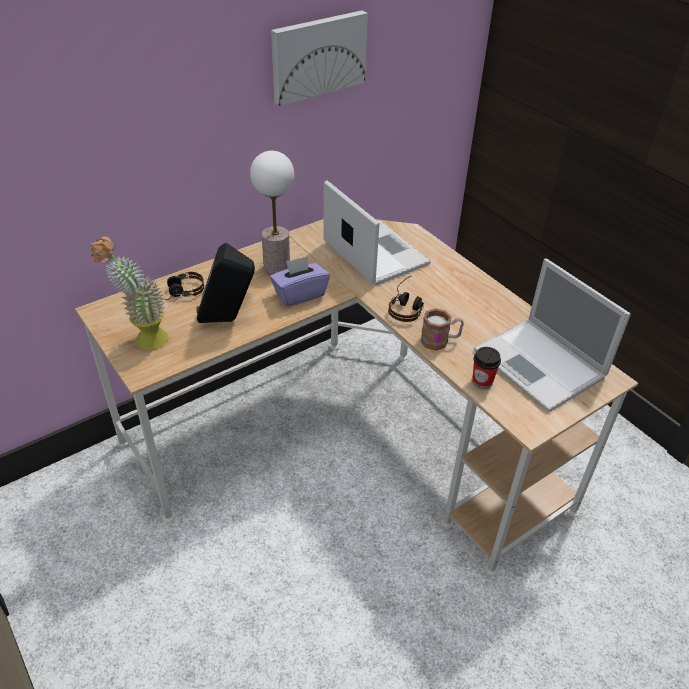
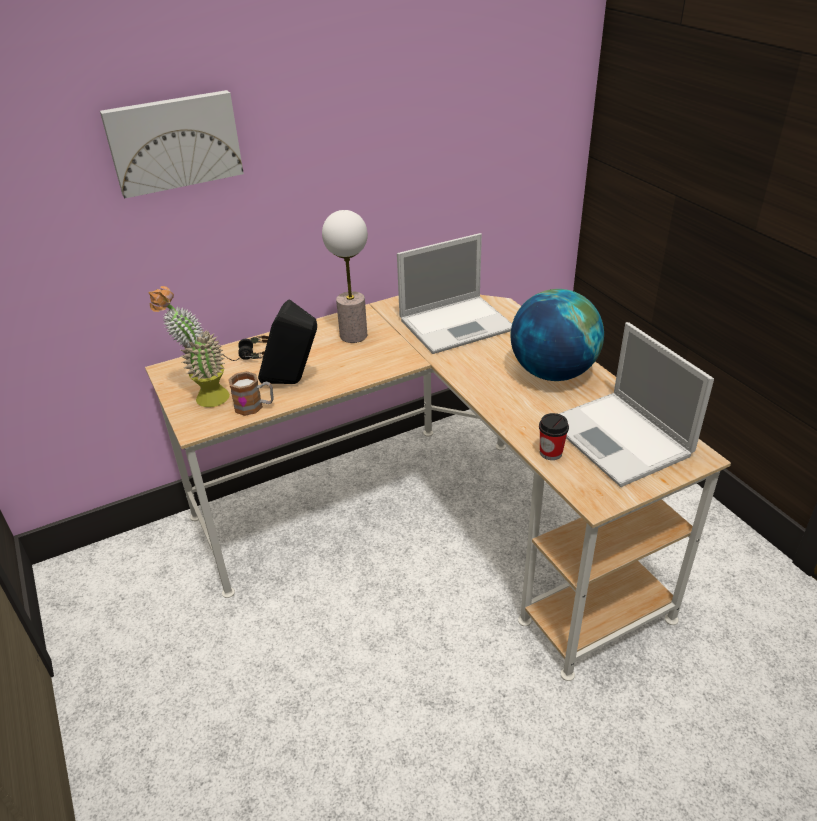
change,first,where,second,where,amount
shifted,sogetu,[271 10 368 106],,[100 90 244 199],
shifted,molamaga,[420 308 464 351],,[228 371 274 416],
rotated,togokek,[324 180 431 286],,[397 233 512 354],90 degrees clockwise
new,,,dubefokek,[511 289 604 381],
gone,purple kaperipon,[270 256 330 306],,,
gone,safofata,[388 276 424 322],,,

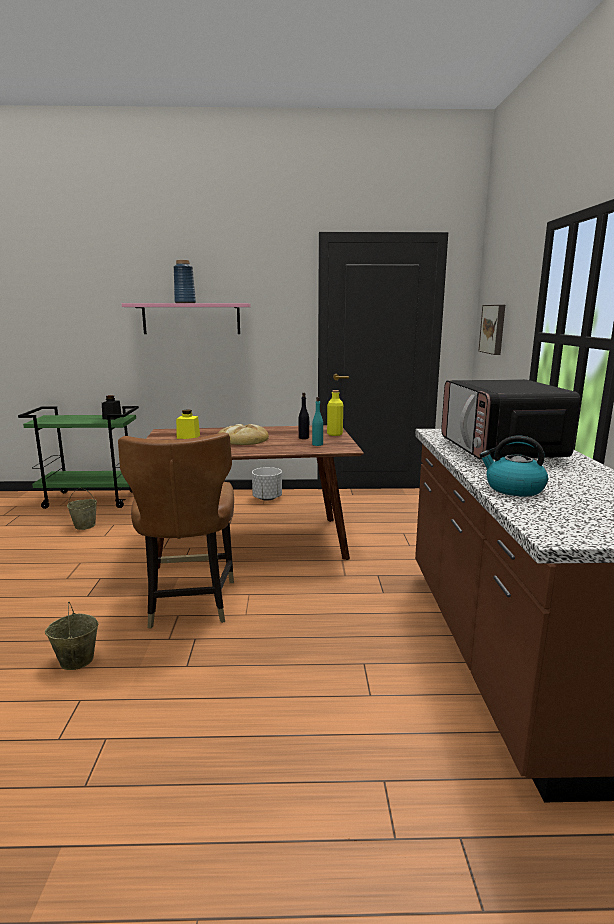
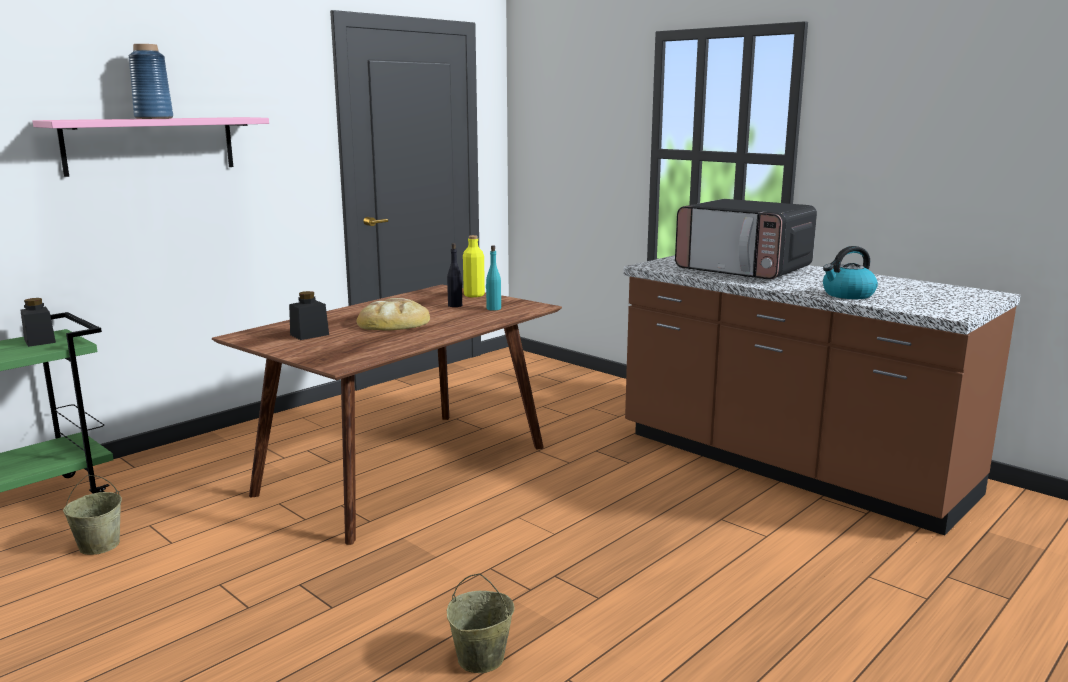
change,first,where,second,where,amount
repainted,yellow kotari,[176 409 200 439],black kotari,[289 291 329 340],
gone,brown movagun,[118 432 234 629],,,
gone,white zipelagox,[252 467 282 501],,,
gone,sogetu,[479 305 505 355],,,

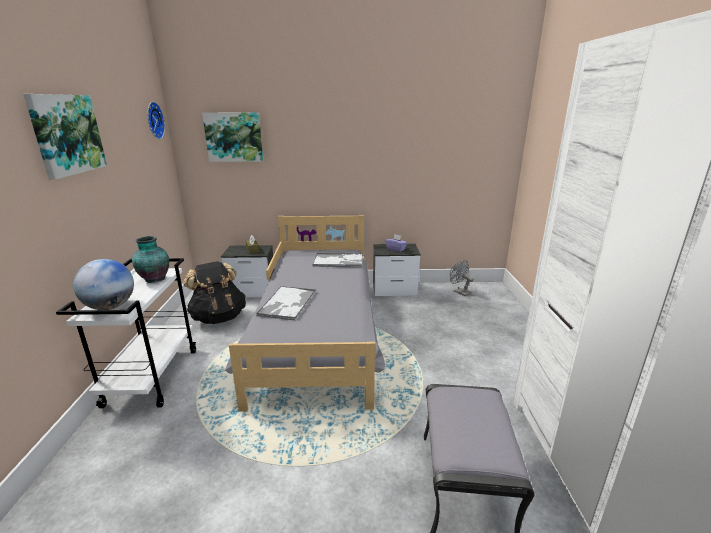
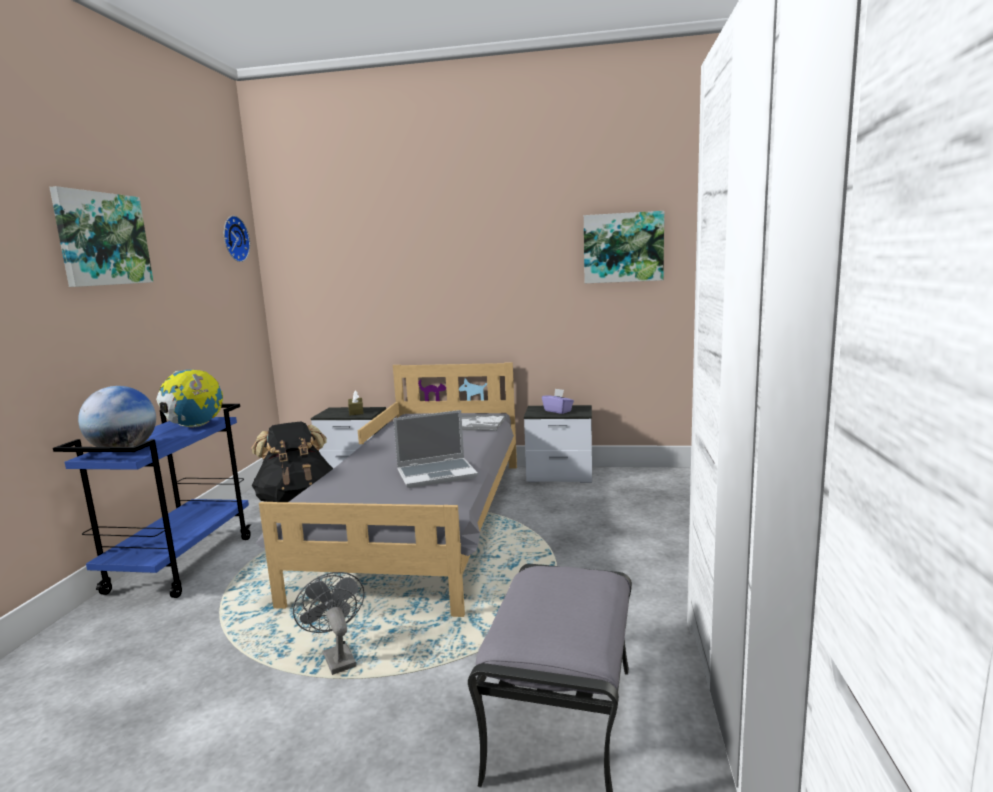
change,first,where,second,where,amount
repainted,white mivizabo,[56 258 196 408],blue mivizabo,[53 404 251 598],
swapped,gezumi,[132 236 169 283],dubefokek,[156 370 223 427],
shifted,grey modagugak,[450 260 474 296],,[293 572 364 675],
new,,,togokek,[393 410 478 488],
shifted,sogetu,[202 112 263 162],,[584 211 664 283],
gone,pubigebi,[256 286 316 321],,,

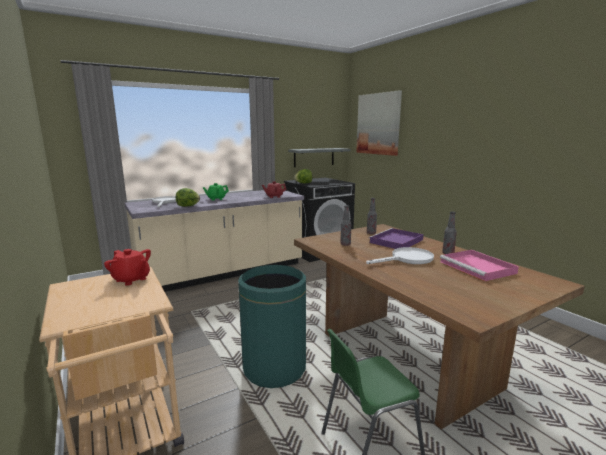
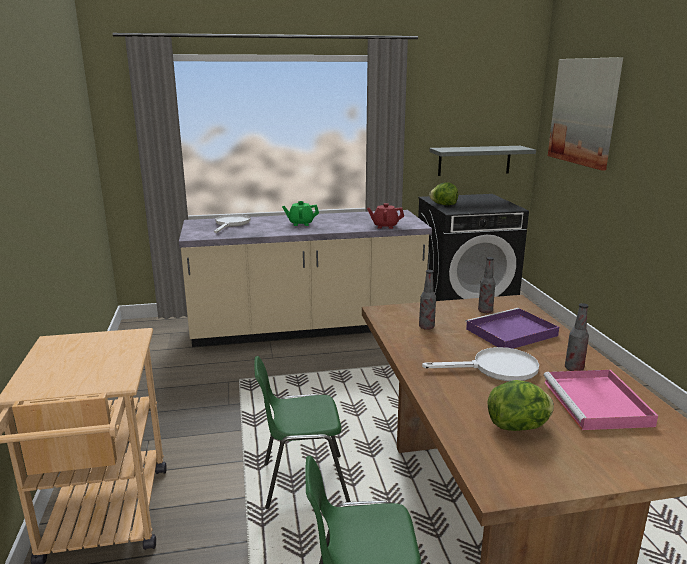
change,first,where,second,where,amount
swapped,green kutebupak,[238 265 306 388],green movagun,[254 356 351 509],
shifted,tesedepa,[176 188 200 207],,[488 380 554 431],
gone,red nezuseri,[104 249 151 286],,,

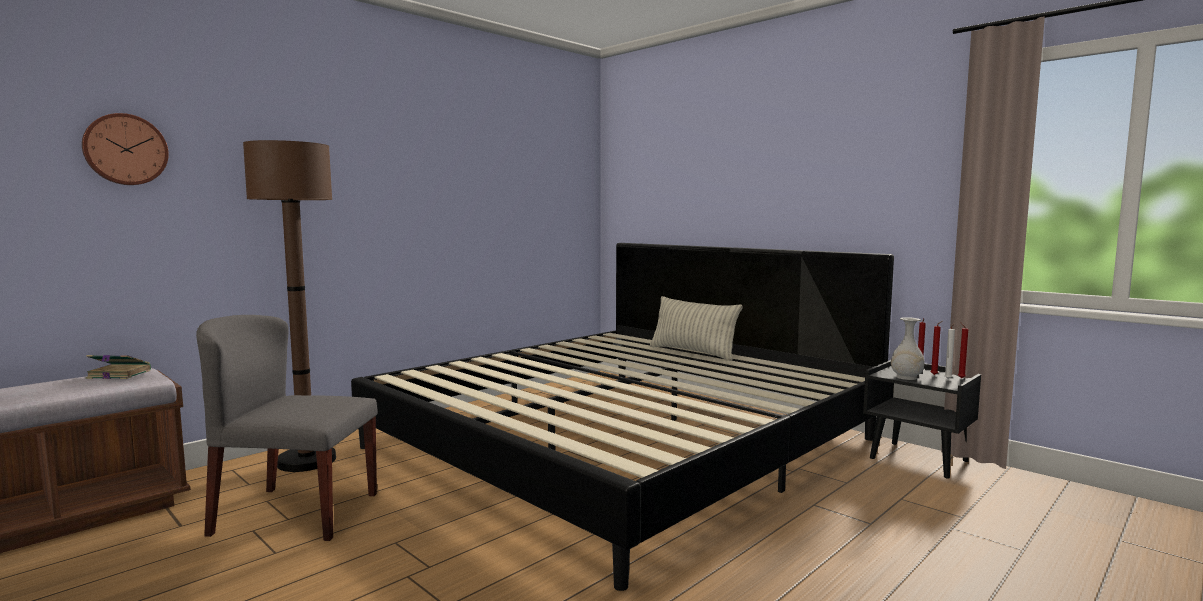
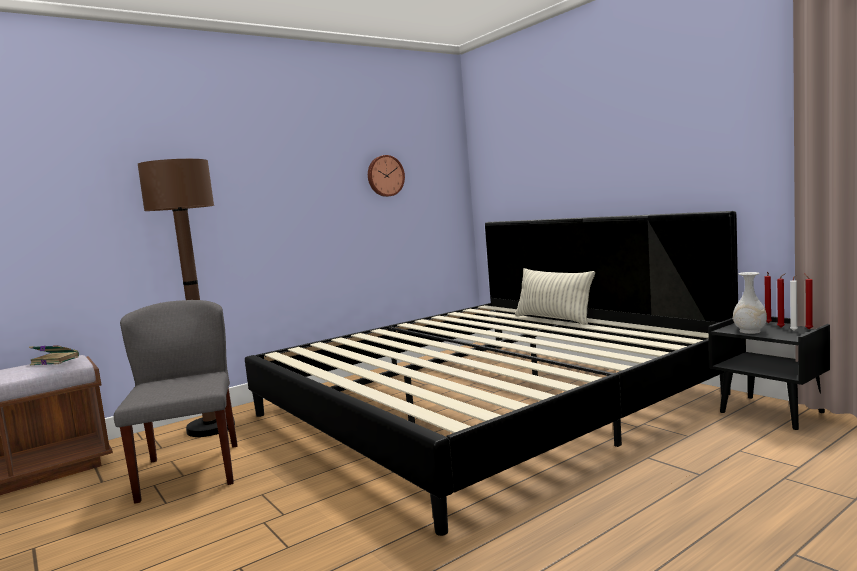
change,first,where,second,where,amount
rotated,grey movagun,[196 315 378 541],,[114 300 238 504],60 degrees clockwise
shifted,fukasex,[82 113 169 185],,[368 155 405 197],

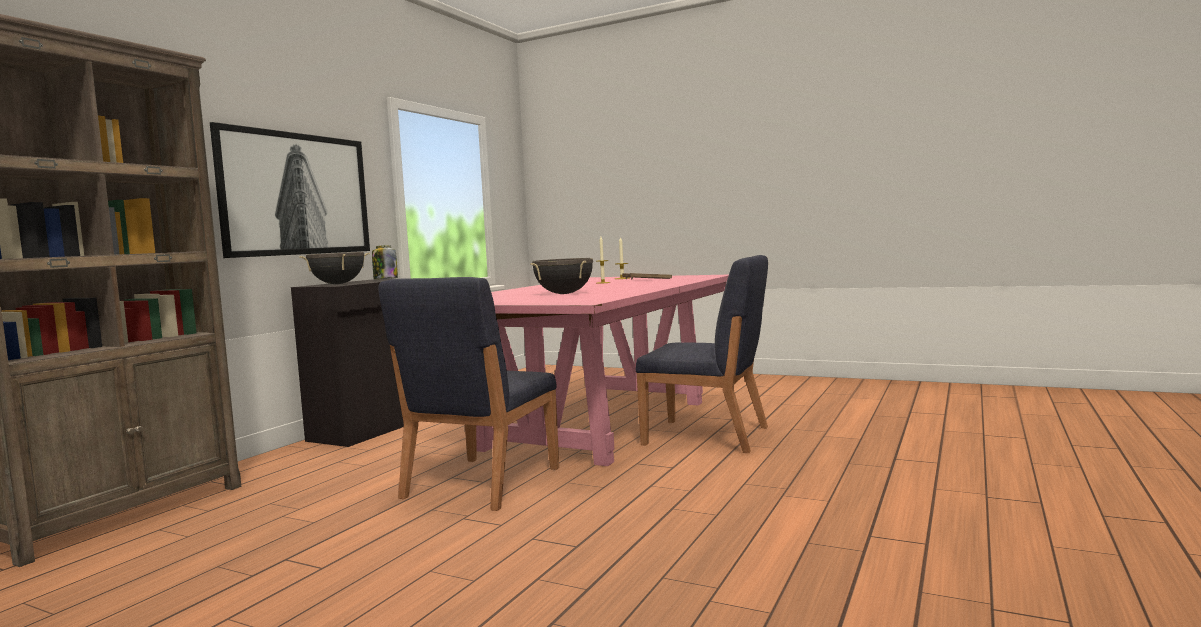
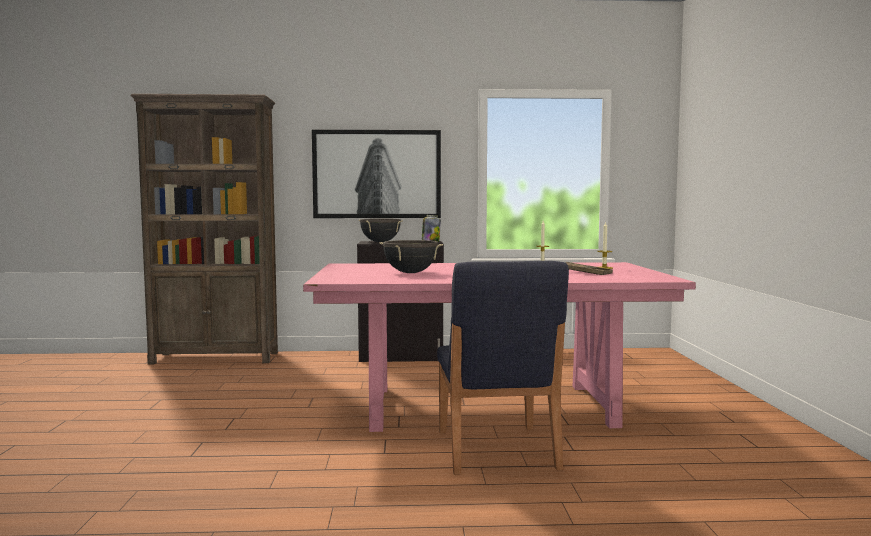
change,first,where,second,where,amount
gone,blue movagun,[379 277 559 511],,,

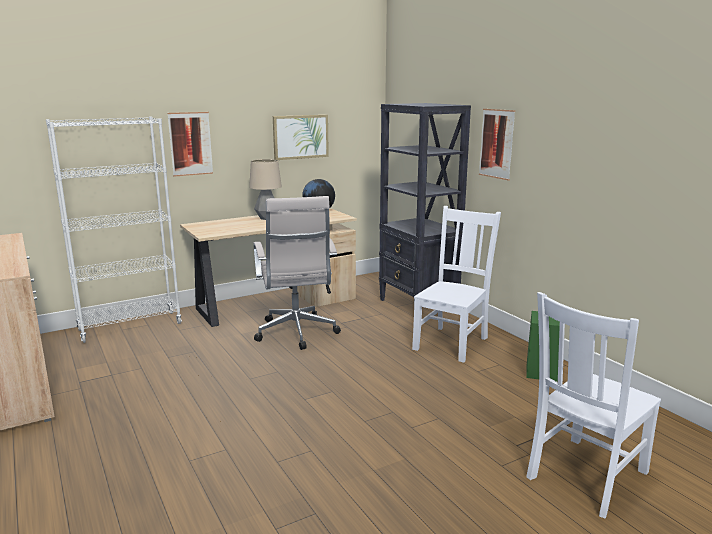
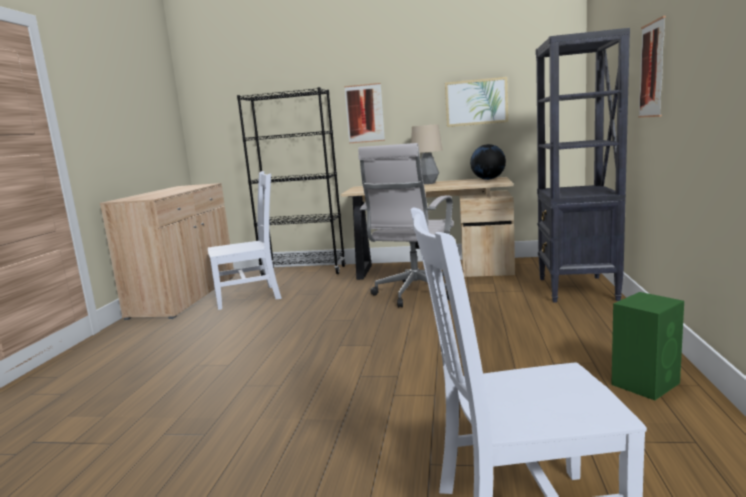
change,first,where,second,where,amount
shifted,white movagun,[412 206 501 363],,[208 171 282 310],
repainted,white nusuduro,[46 116 182 343],black nusuduro,[237 87 346 276],

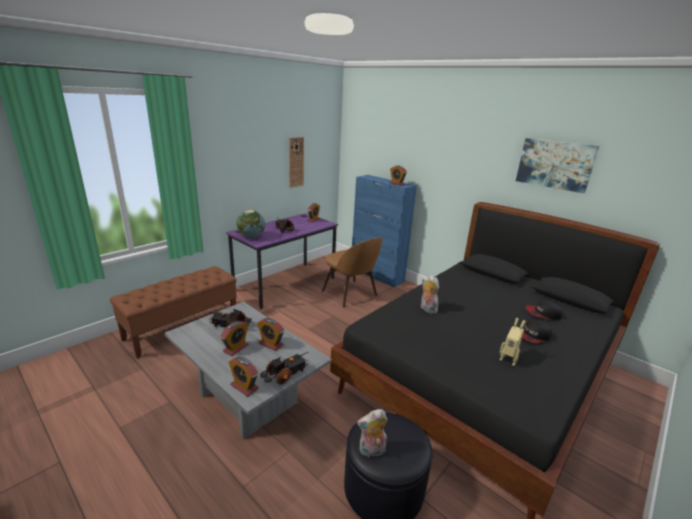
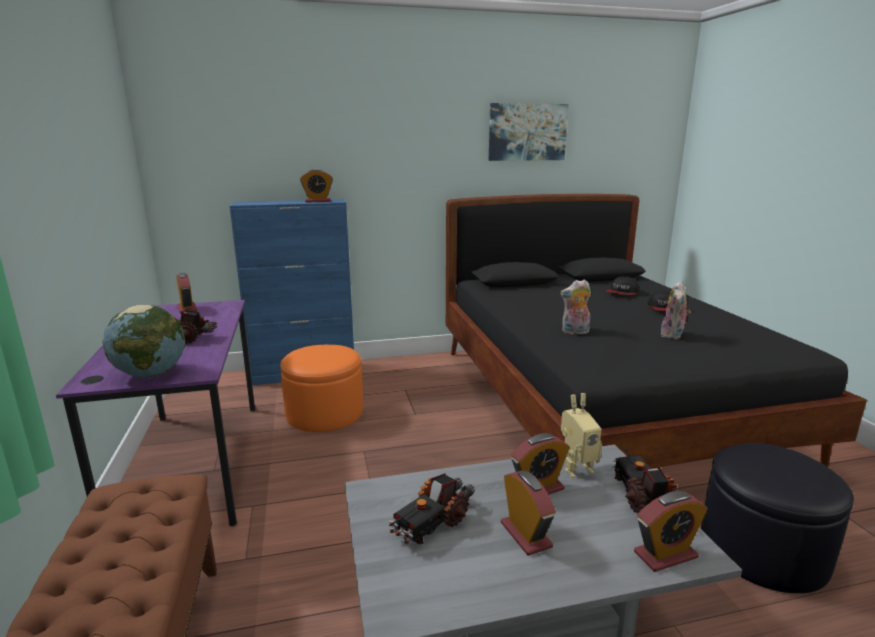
change,first,where,second,where,amount
swapped,brown movagun,[322 238 383 307],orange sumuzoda,[280 345 363 432],
shifted,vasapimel,[500 318 526 366],,[561 393 602 478],
shifted,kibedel,[357 409 387 457],,[660 281 691 340],
gone,fukasex,[289 137 304 188],,,

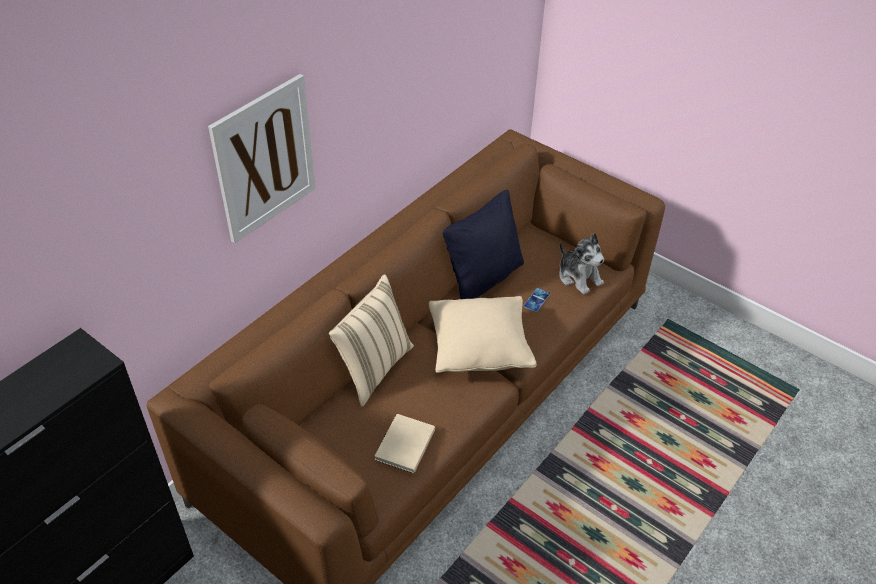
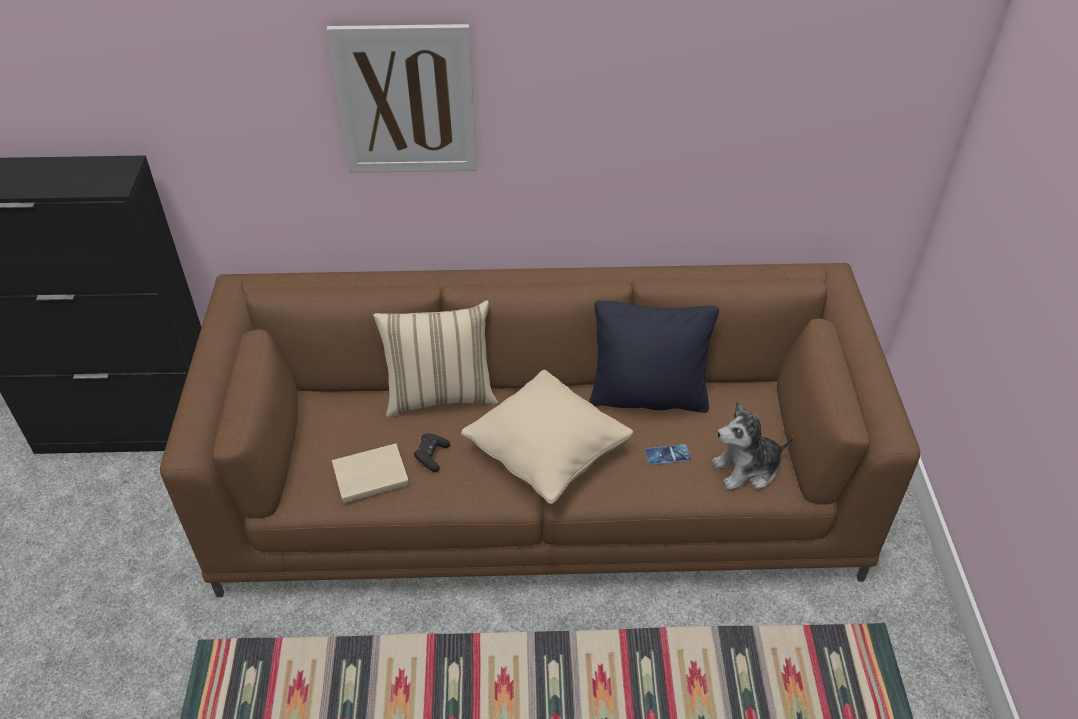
change,first,where,second,where,amount
new,,,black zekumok,[414 433 450 472],
rotated,kibedel,[559 233 604 295],,[712 400 794 490],60 degrees clockwise

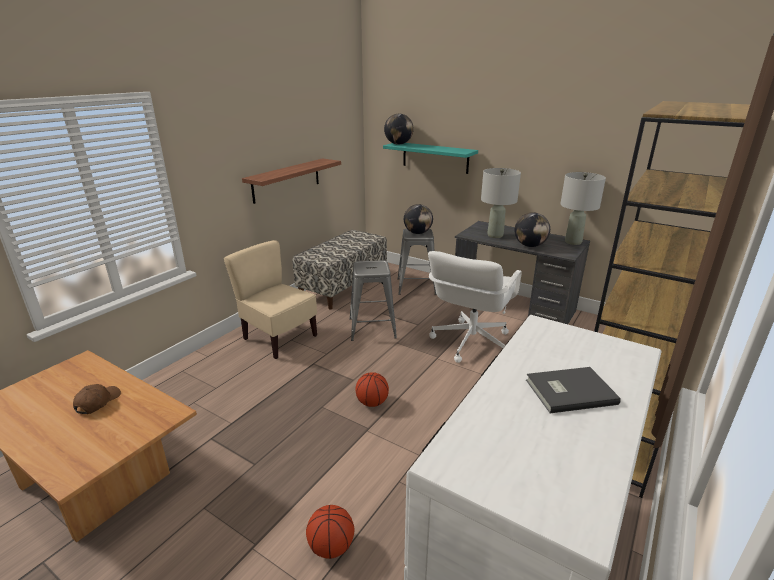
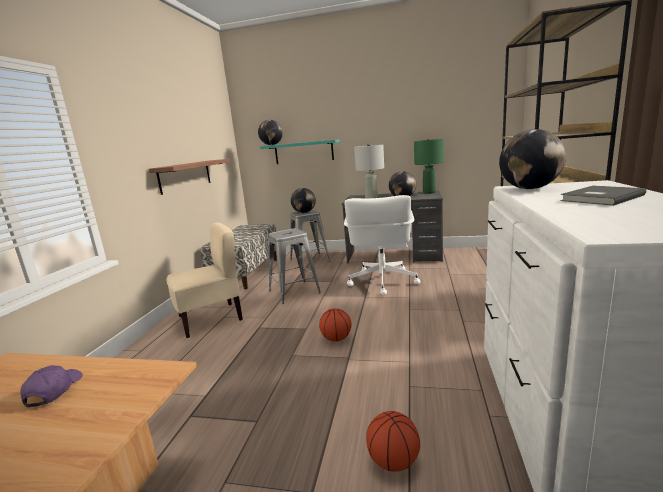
change,first,where,second,where,amount
repainted,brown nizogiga,[73 384 121 414],purple nizogiga,[20 365 83 407],
rotated,beige movagun,[224 240 317 359],,[167 223 243 338],135 degrees clockwise
repainted,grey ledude,[560 172 606 245],green ledude,[414 138 444 194],
new,,,dubefokek,[499 129 566 189],

